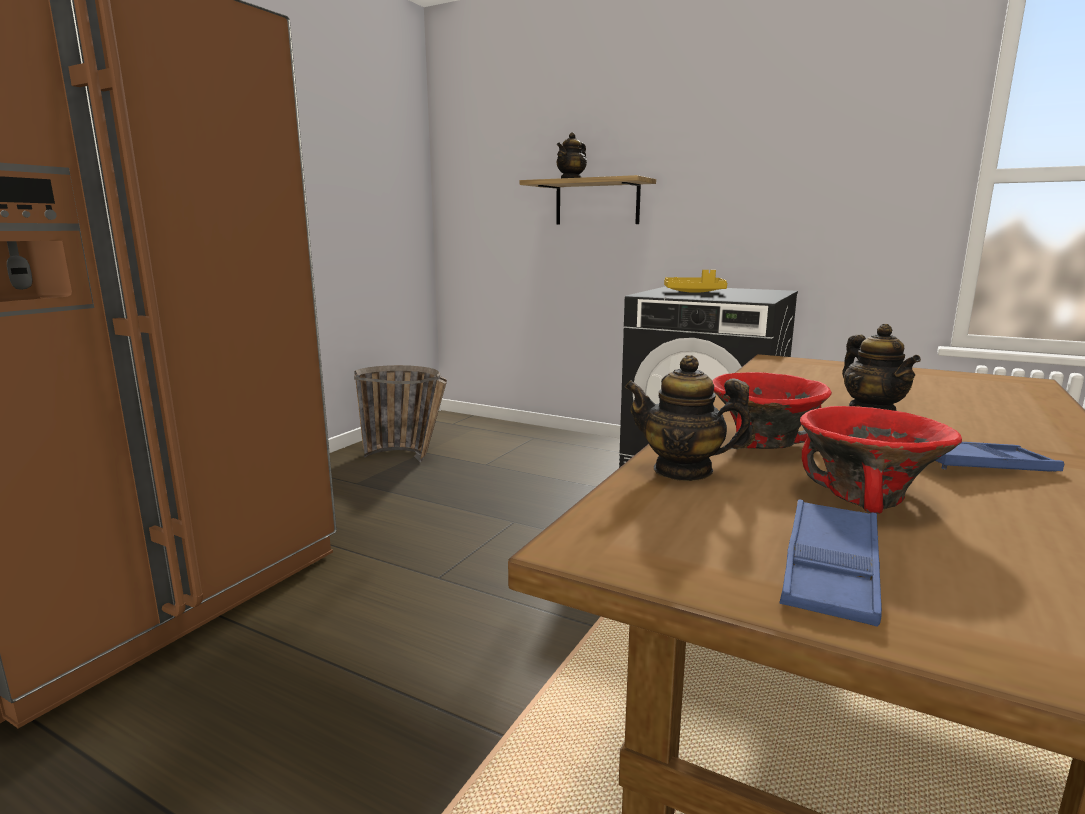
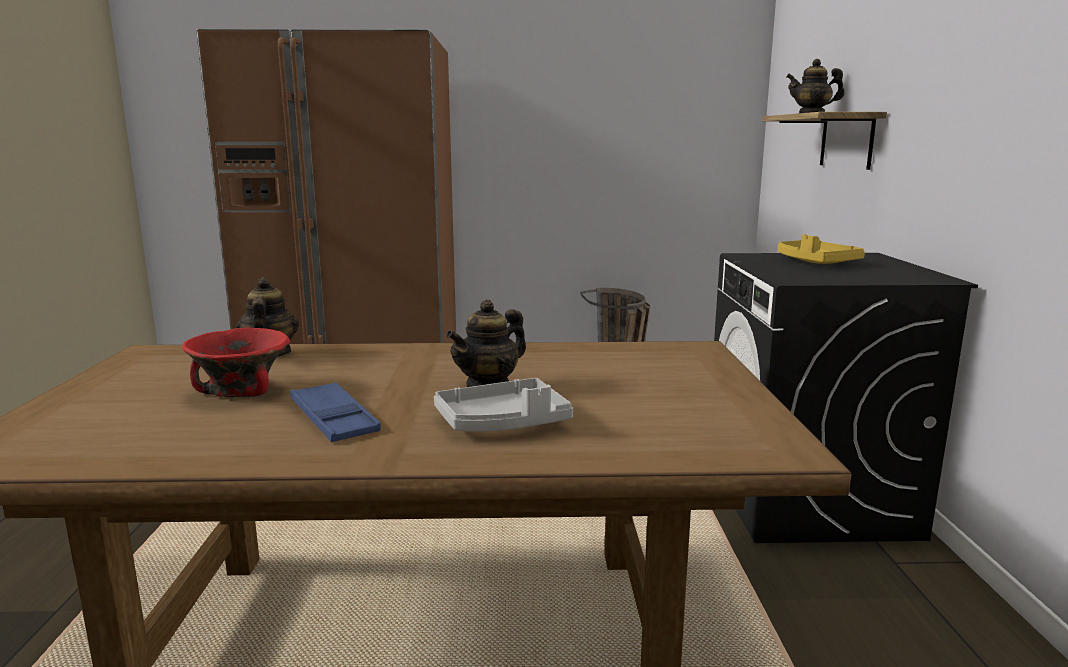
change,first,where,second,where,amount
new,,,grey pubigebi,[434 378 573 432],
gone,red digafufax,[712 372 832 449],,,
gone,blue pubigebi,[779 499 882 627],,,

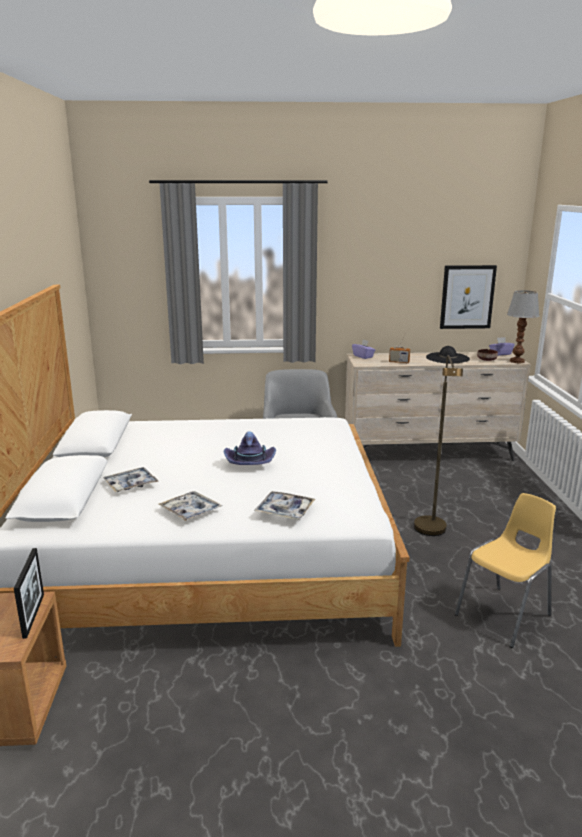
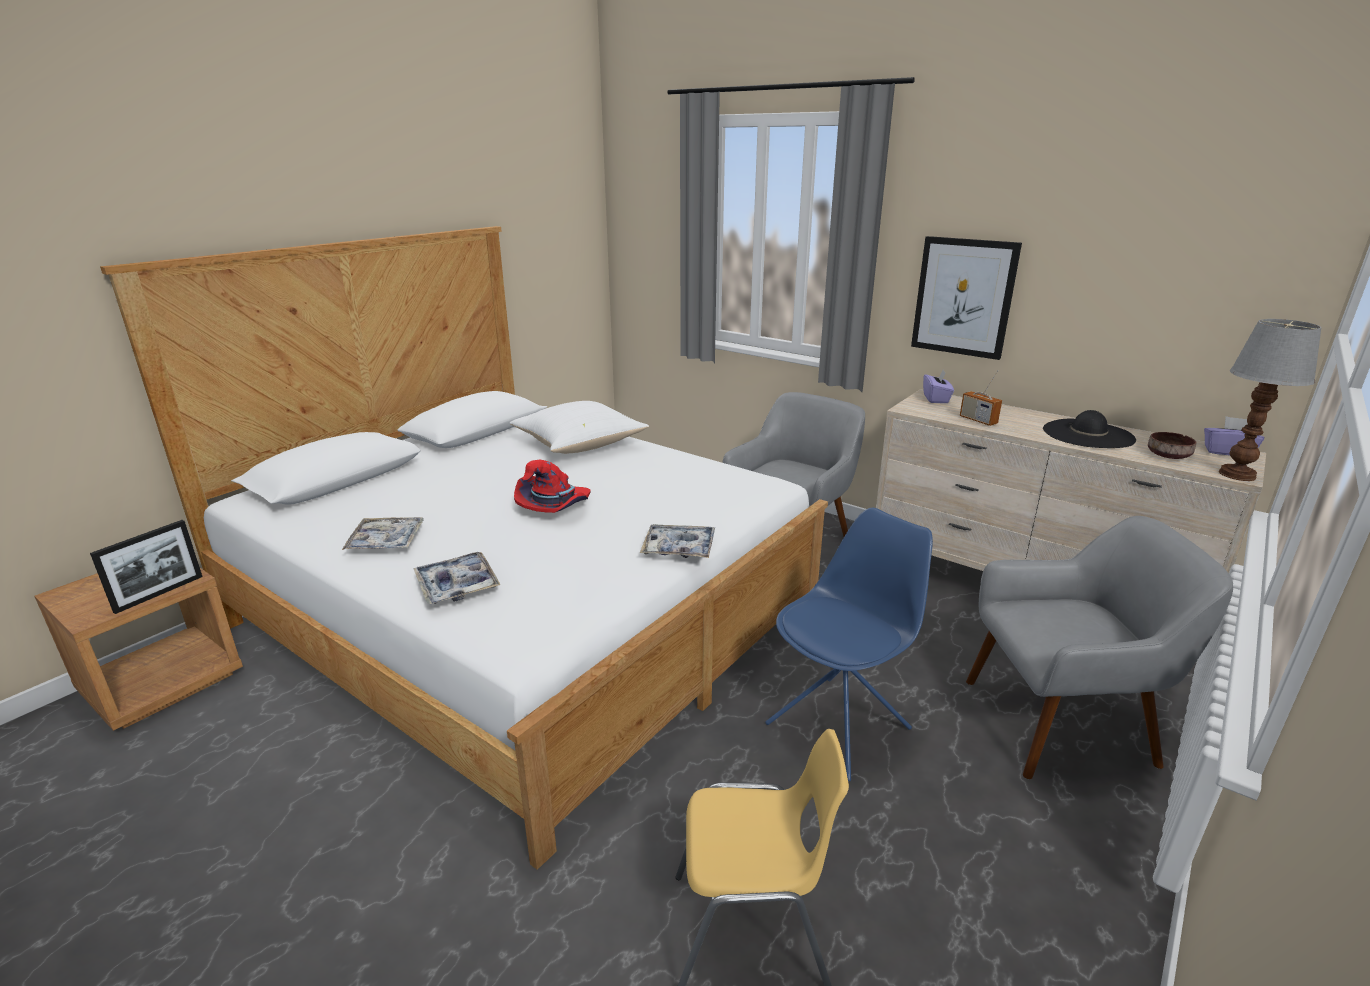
change,first,where,second,where,amount
new,,,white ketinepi,[510 401 649 454],
repainted,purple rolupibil,[224 431 276 465],red rolupibil,[514 460 591 513],
shifted,pubigebi,[103 467 159 492],,[640 524 715 558],
swapped,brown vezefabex,[414 355 463 536],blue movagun,[765 508 933 781],
shifted,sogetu,[440 265 497 329],,[911 236 1022 360],
new,,,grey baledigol,[966 516 1233 779],

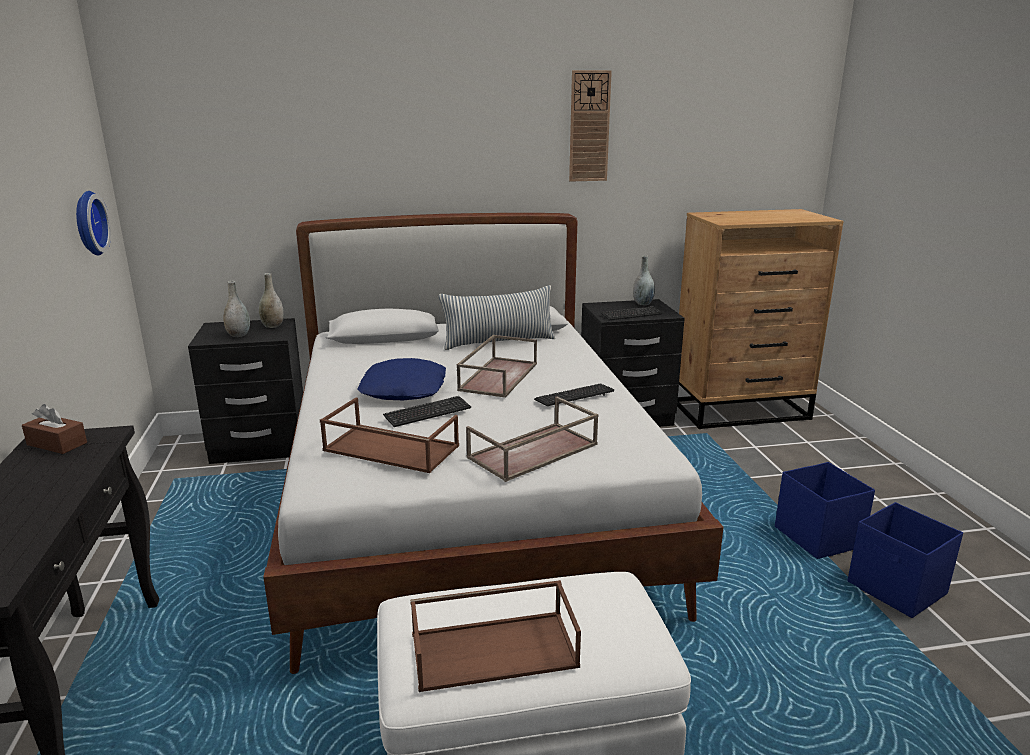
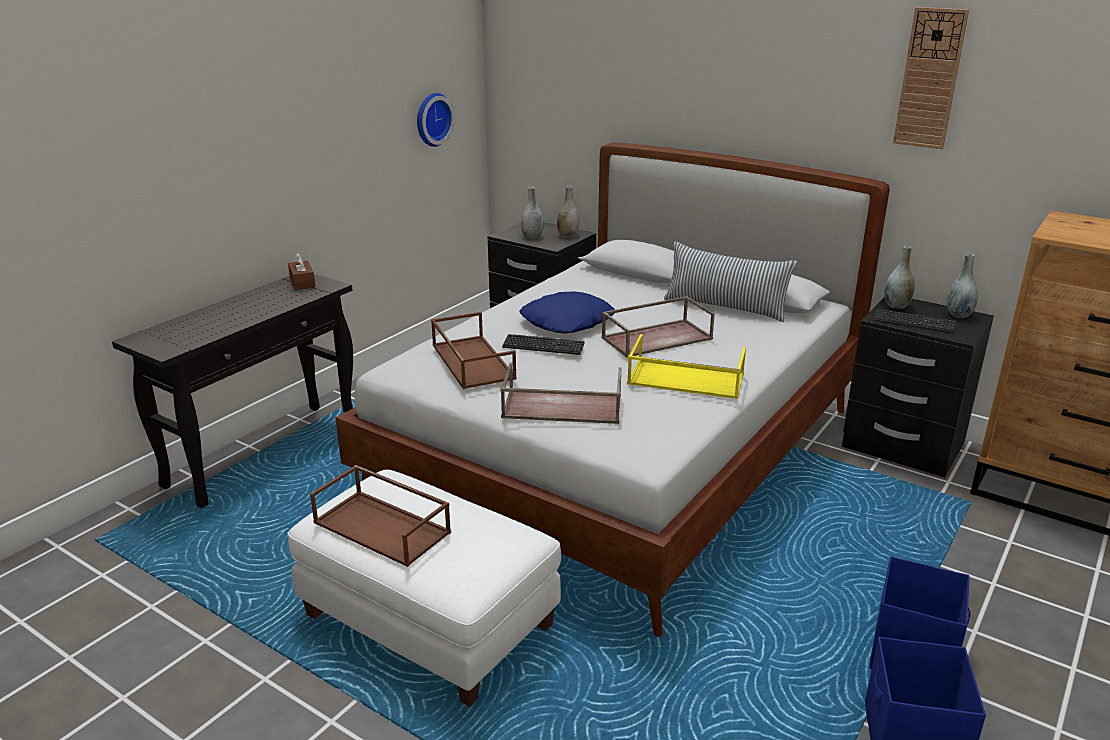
change,first,where,second,where,amount
swapped,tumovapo,[534 383 615 406],yellow pubigebi,[627 334 746 399],
new,,,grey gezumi,[884 246 915 309],

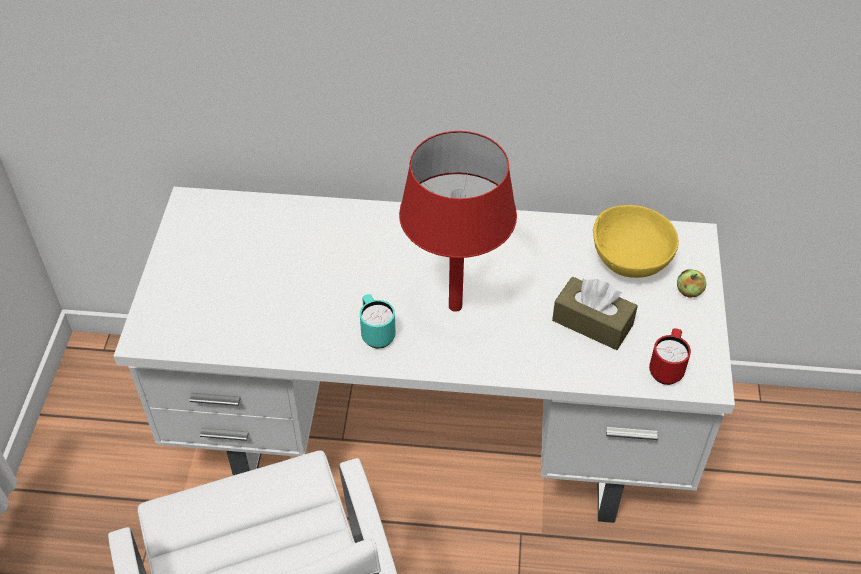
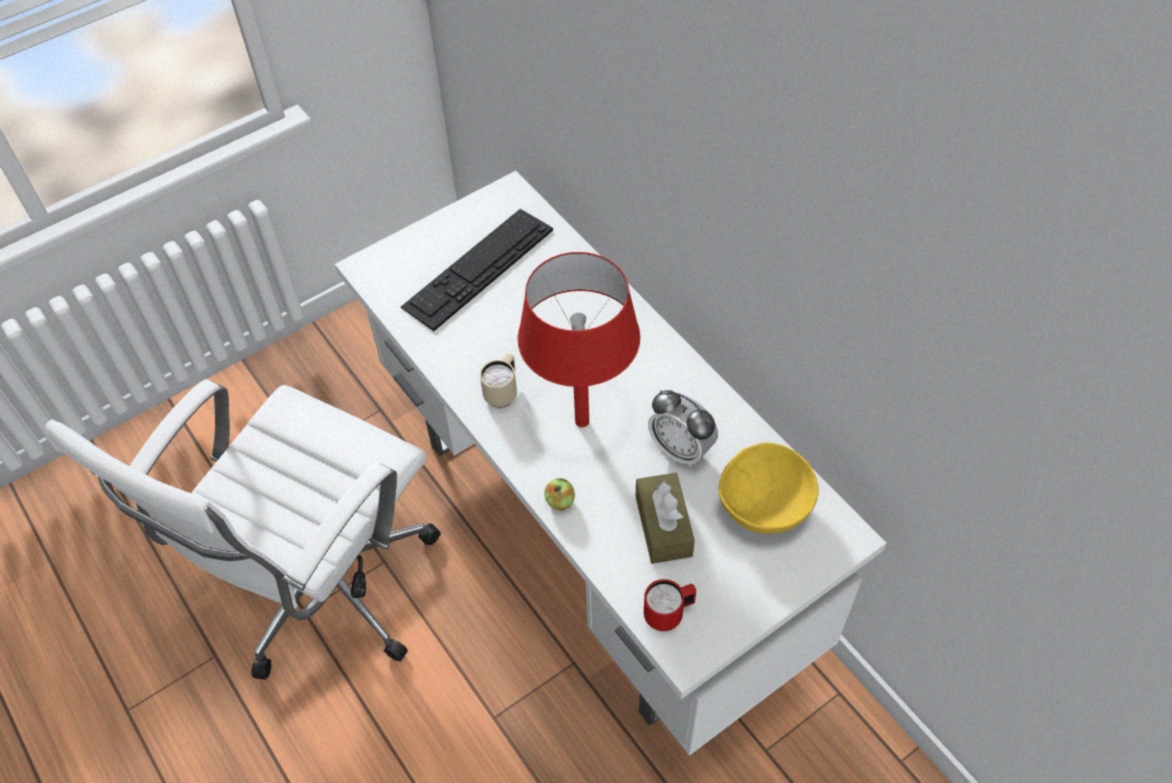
change,first,where,second,where,amount
new,,,tumovapo,[401 209 553 331],
repainted,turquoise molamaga,[360 294 396 348],beige molamaga,[480 353 517 408],
shifted,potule,[677 269 706 298],,[544 478 575 510],
new,,,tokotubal,[648 390 718 467],

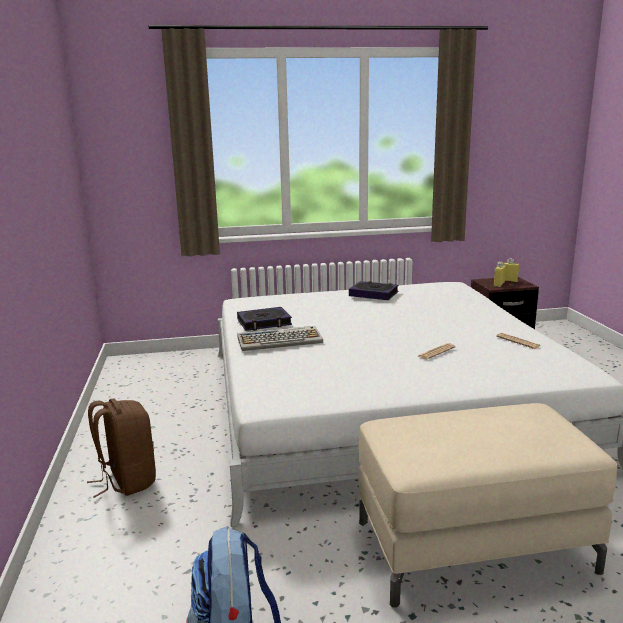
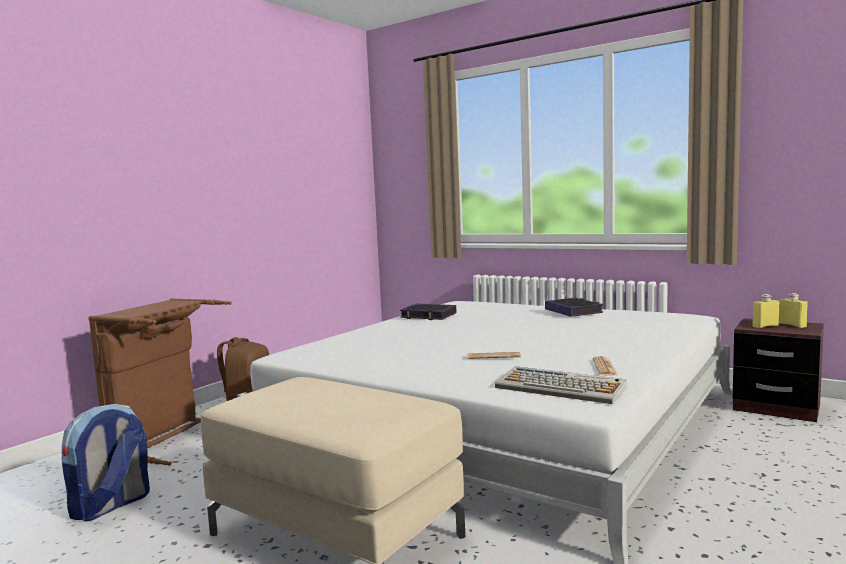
change,first,where,second,where,amount
new,,,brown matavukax,[88 299 232 466],
shifted,tumovapo,[237 326 323 351],,[495 366 627 404],

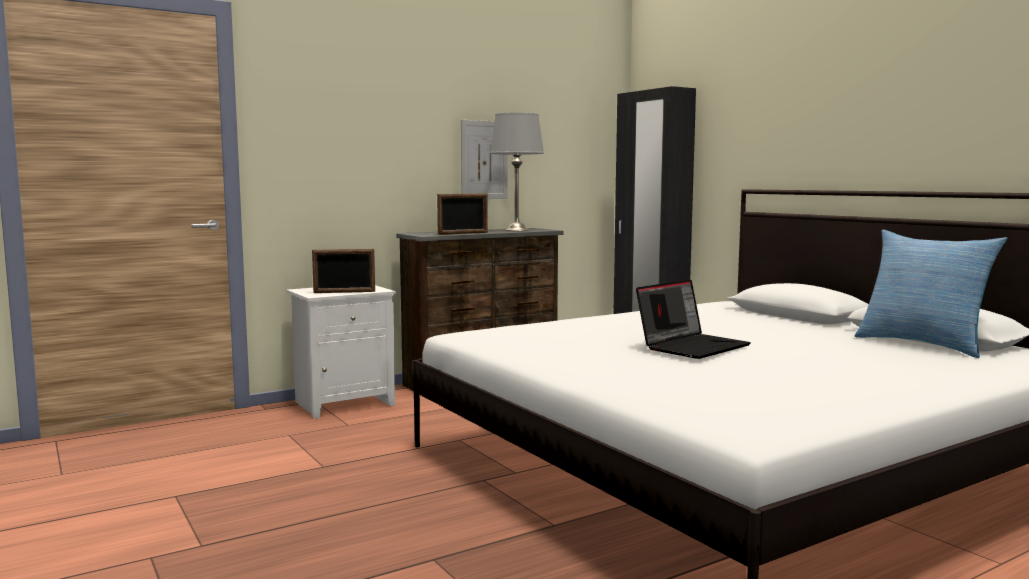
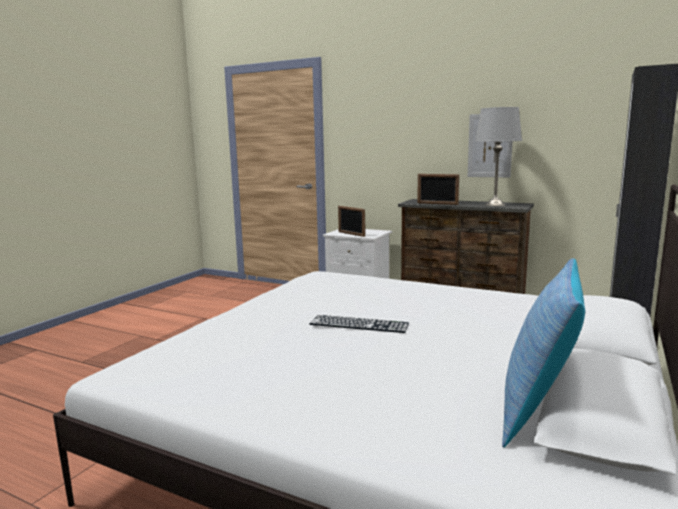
change,first,where,second,where,amount
swapped,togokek,[636 279 751 359],tumovapo,[309 315 409 333],

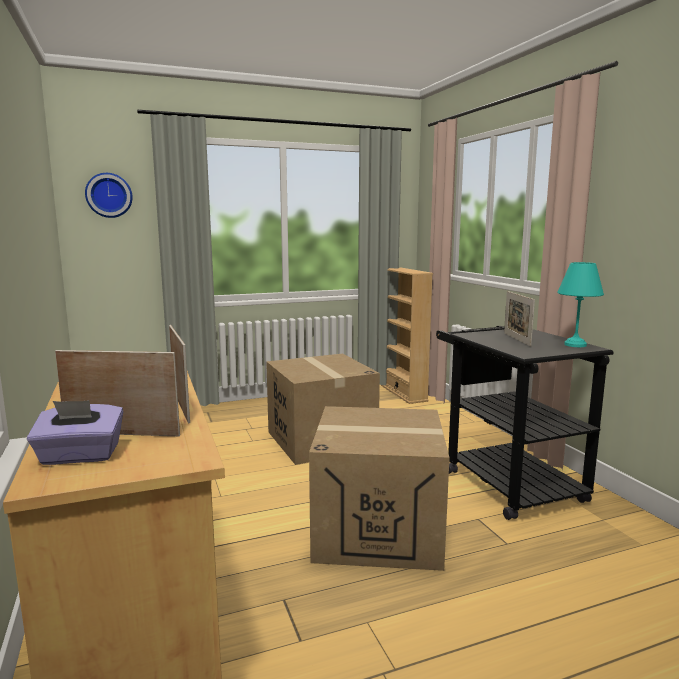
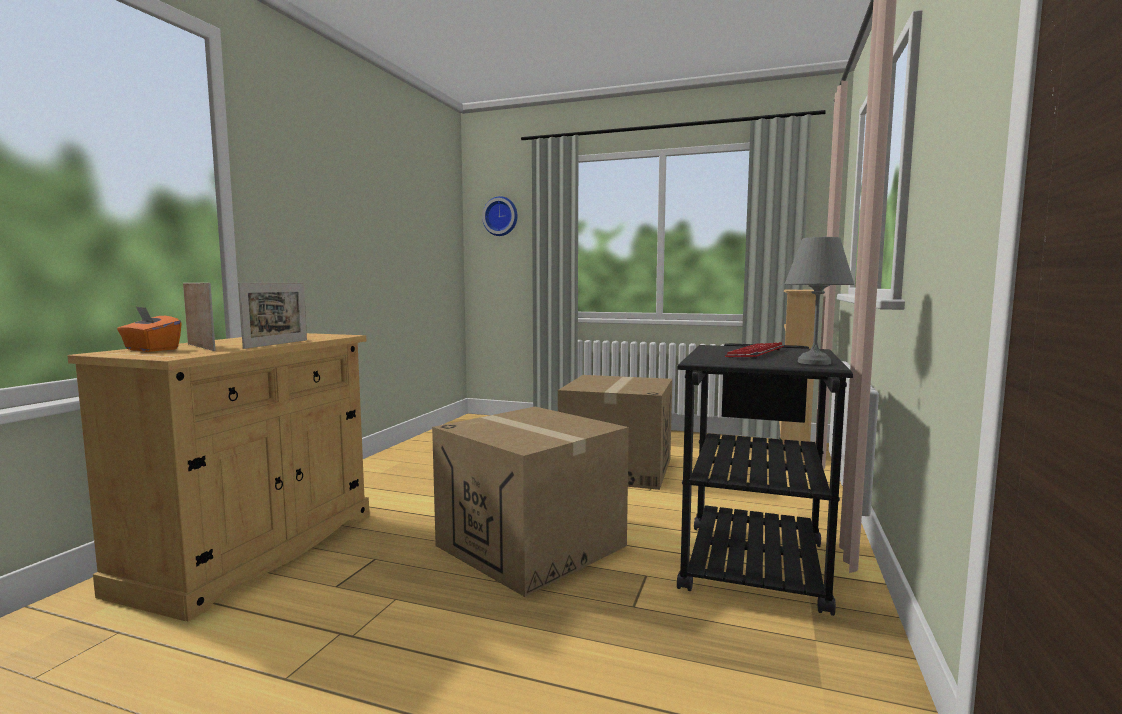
change,first,where,second,where,amount
repainted,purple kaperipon,[27 400 123 465],orange kaperipon,[117 307 182 352],
swapped,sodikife,[504 291 535 346],tumovapo,[725 342 784 359],
repainted,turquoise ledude,[557 262 604 347],grey ledude,[785 237 854 365],

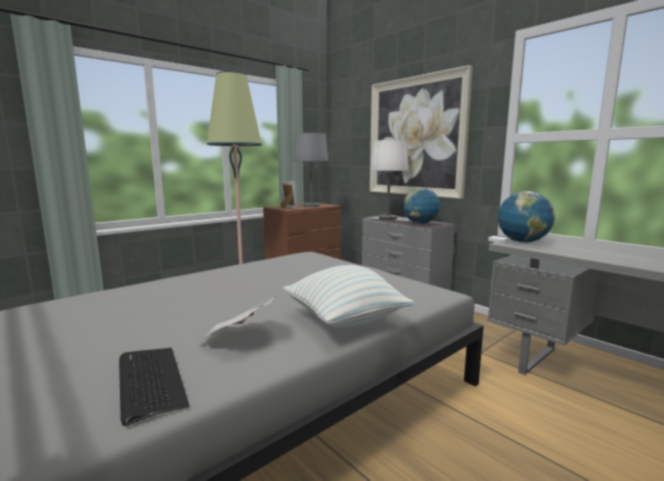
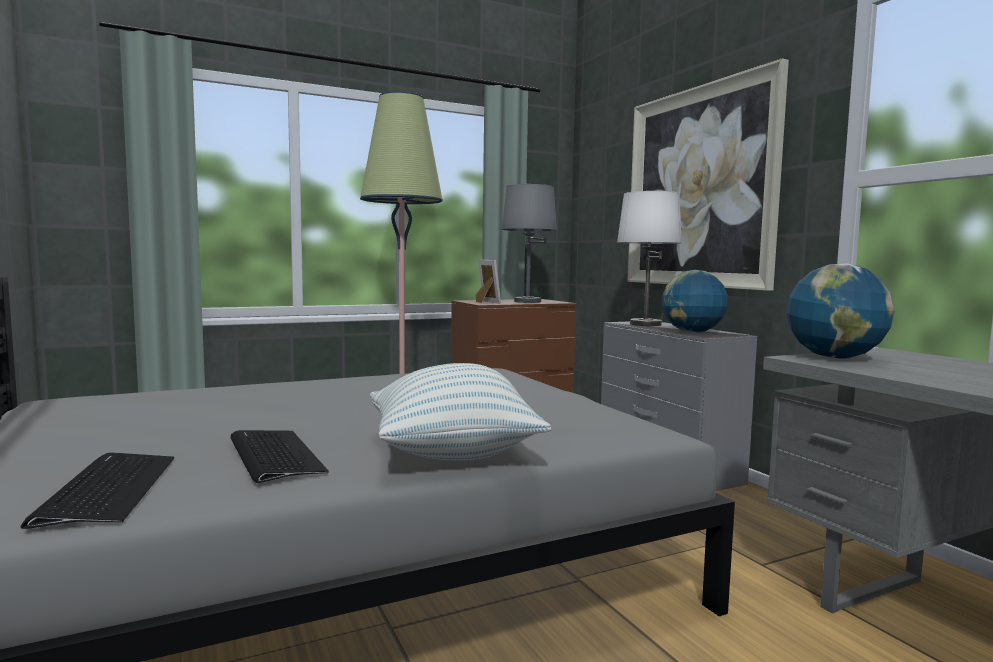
change,first,where,second,where,amount
swapped,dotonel,[202 297 274 338],tumovapo,[231 430 329 483],

